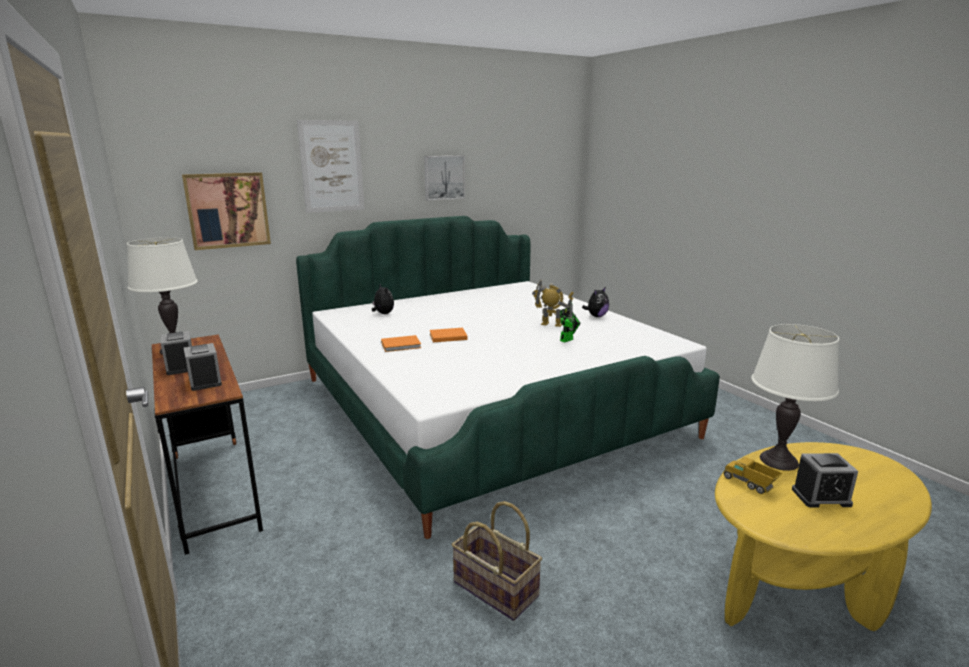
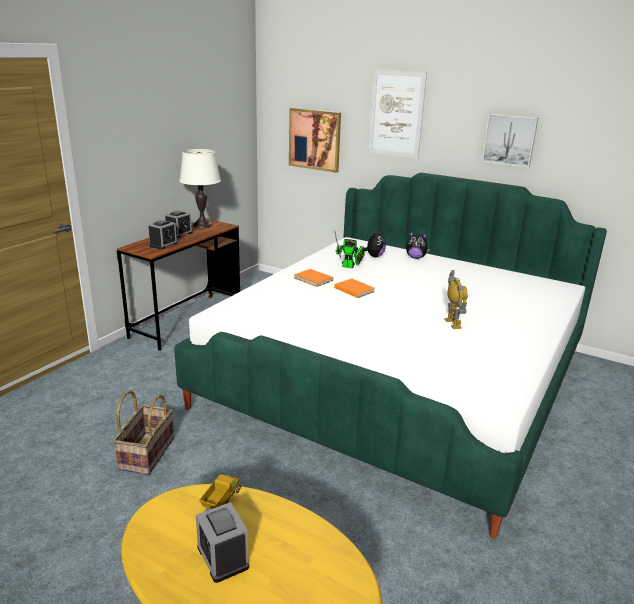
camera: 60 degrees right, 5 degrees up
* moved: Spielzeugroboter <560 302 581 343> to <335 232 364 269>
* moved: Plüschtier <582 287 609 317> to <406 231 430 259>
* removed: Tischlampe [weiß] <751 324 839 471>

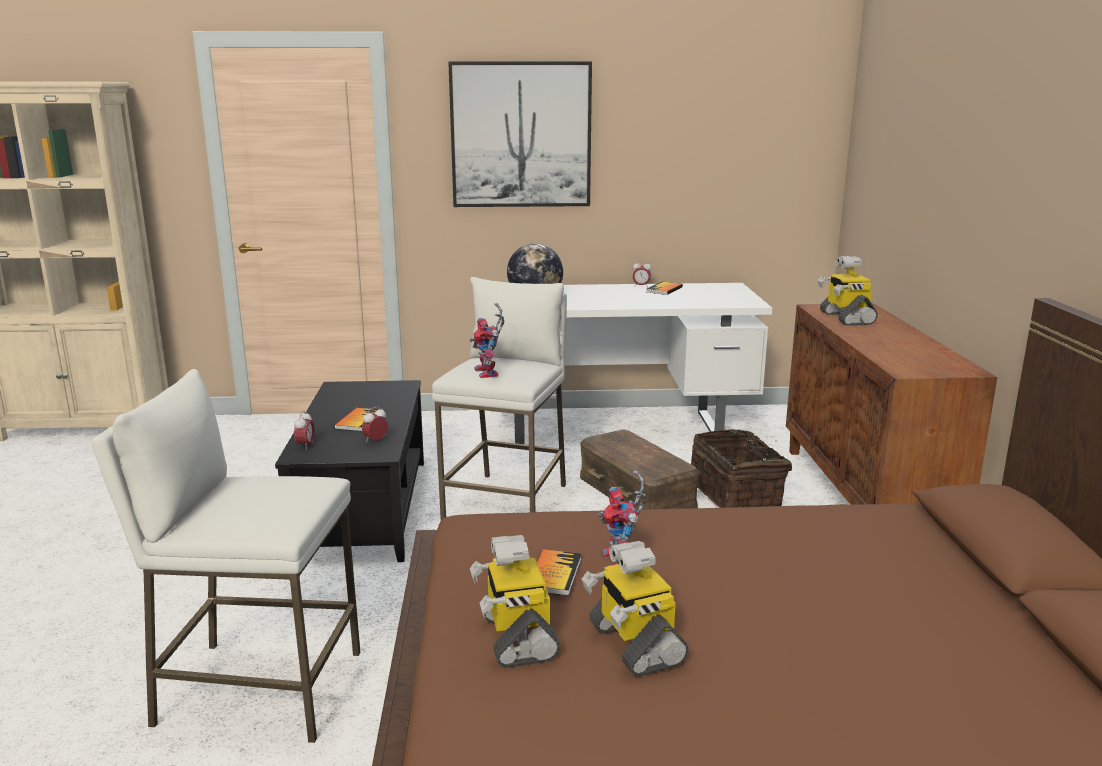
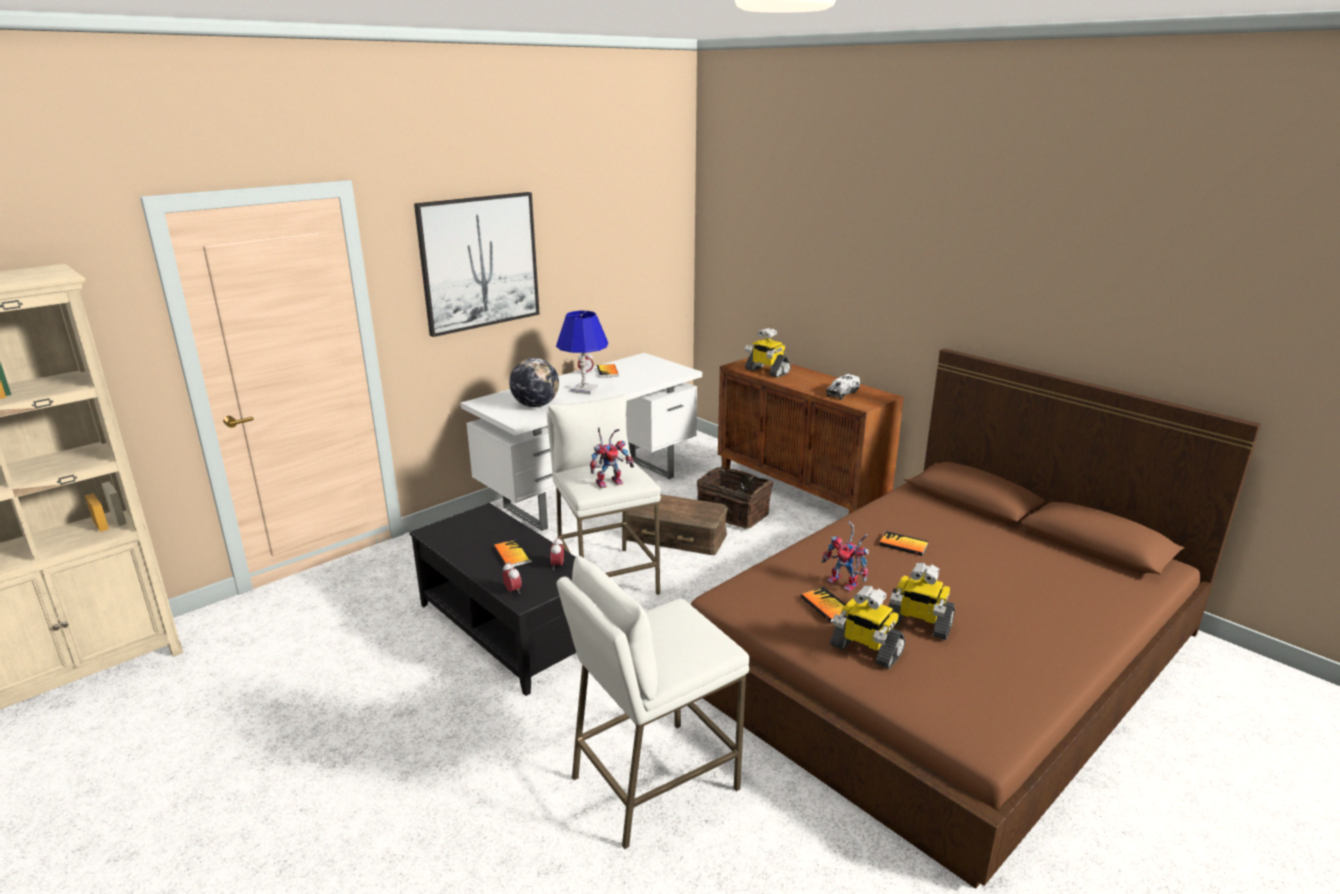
camera: 40 degrees left, 5 degrees up
* turned: Spielzeugroboter <470 303 504 378> = <590 427 634 488> 60 degrees counterclockwise
* added: Tischlampe [blau] <556 311 608 394>
* added: Spielzeuglaster <826 374 860 400>
* added: Buch <879 531 929 556>

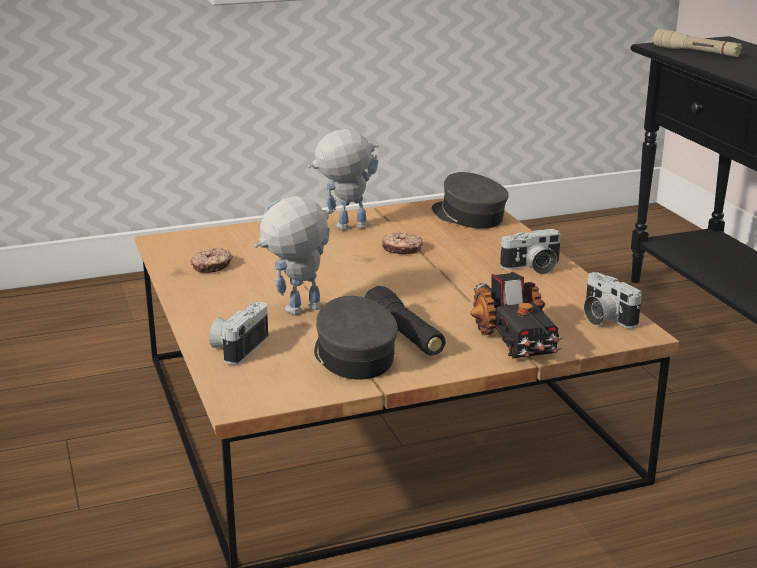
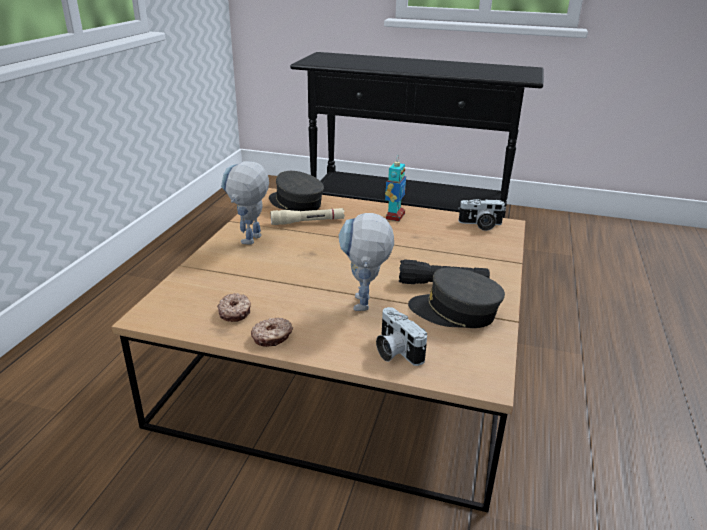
camera: 55 degrees left, 5 degrees up
* moved: Donut <381 232 423 254> to <251 318 293 347>
* turned: Kappe [grau] <432 172 509 229> = <269 171 324 211> 45 degrees clockwise
* removed: Spielzeuglaster <470 272 563 358>
* replaced: Kamera <499 229 561 274> to Spielzeugroboter <385 156 406 221>
* moved: Taschenlampe [beige] <654 29 742 57> to <271 208 345 225>

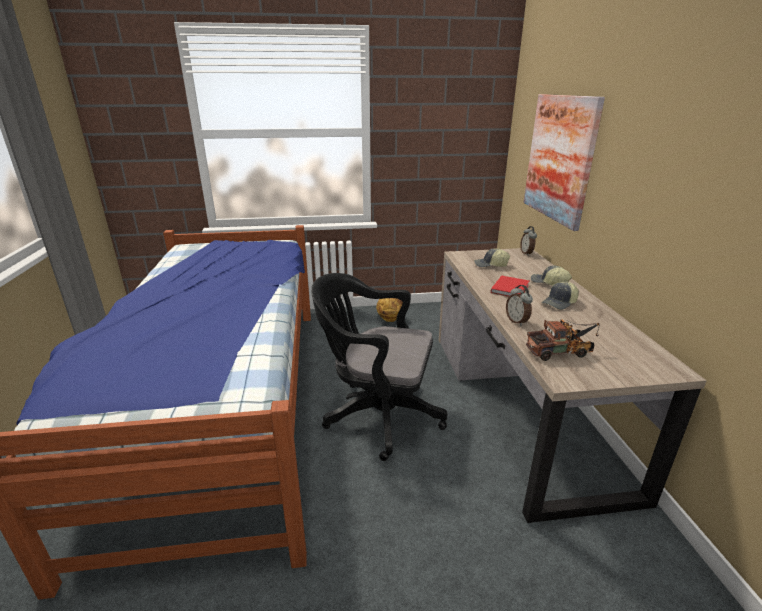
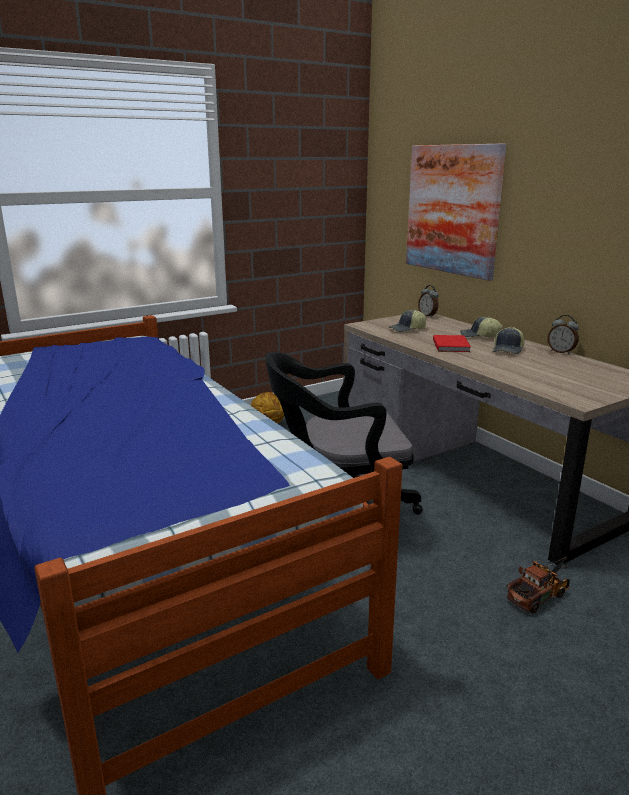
camera: 25 degrees left, 5 degrees down
* moved: Wecker <506 285 533 326> to <547 315 579 354>
* moved: Spielzeuglaster <526 319 600 361> to <506 556 570 613>

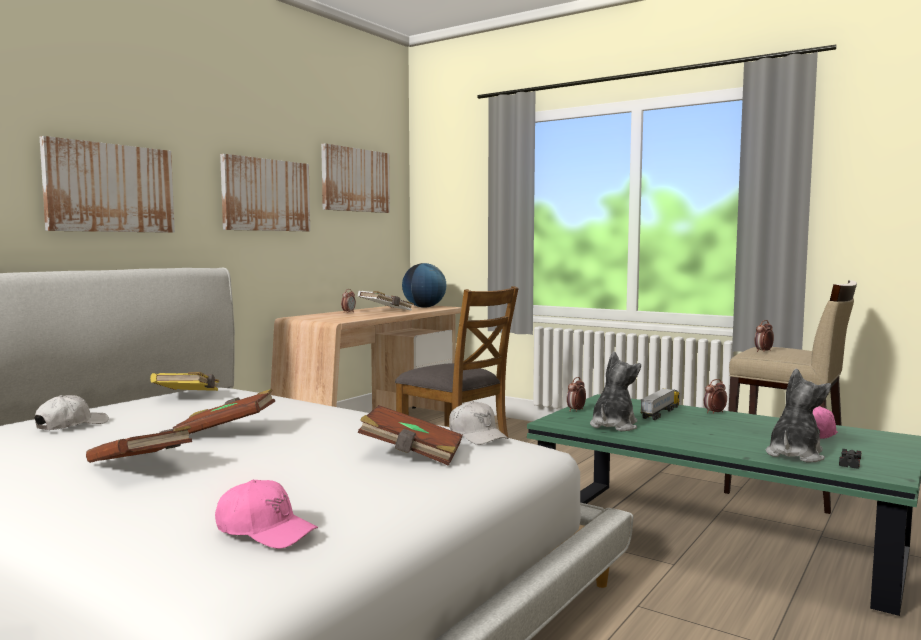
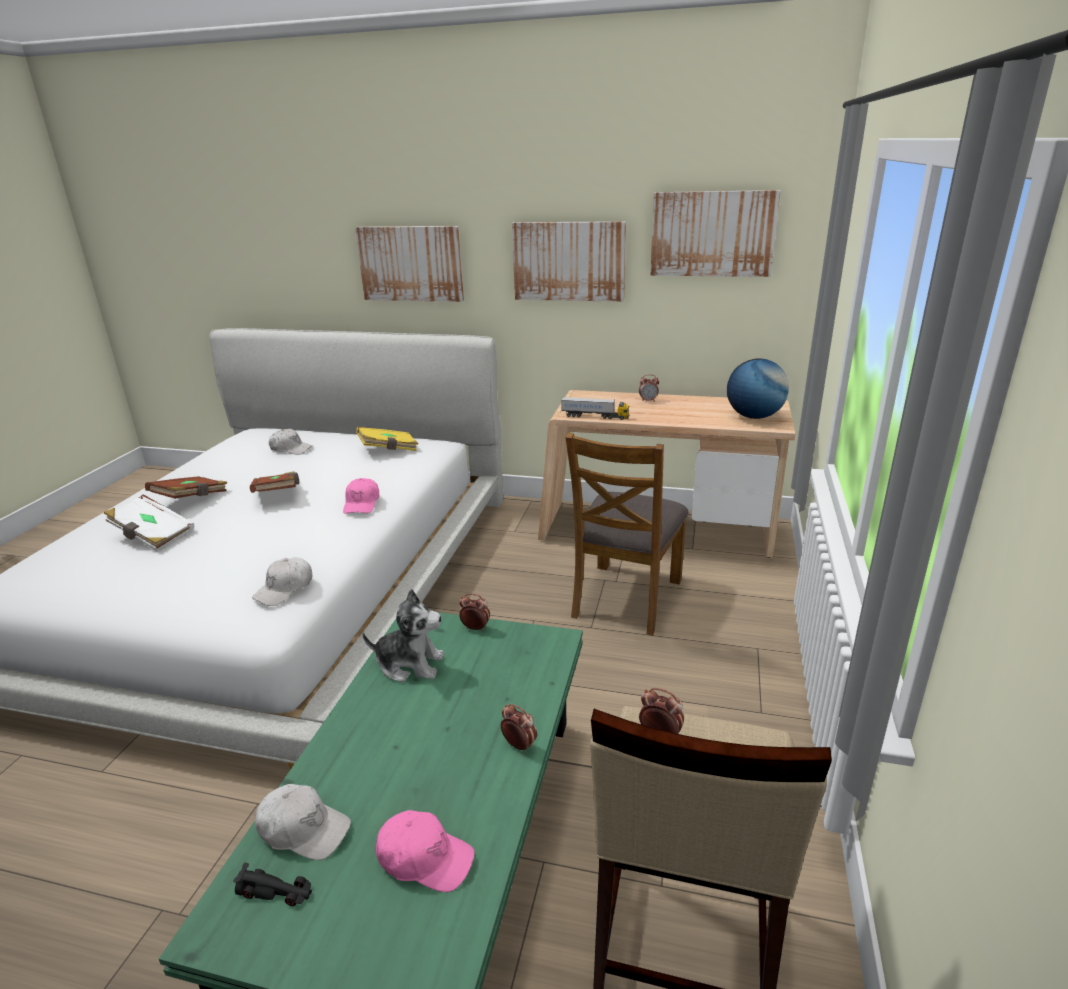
camera: 70 degrees right, 20 degrees up
* moved: Kappe [rosa] <215 480 318 549> to <343 478 379 514>
* moved: Buch [weiß] <358 291 414 311> to <104 494 194 551>
* removed: Buch [braun] <358 405 462 466>
* moved: Spielzeuglaster <641 388 680 420> to <561 397 629 420>
* replaced: Plüschtier <766 369 831 463> to Kappe [weiß] <255 784 351 860>

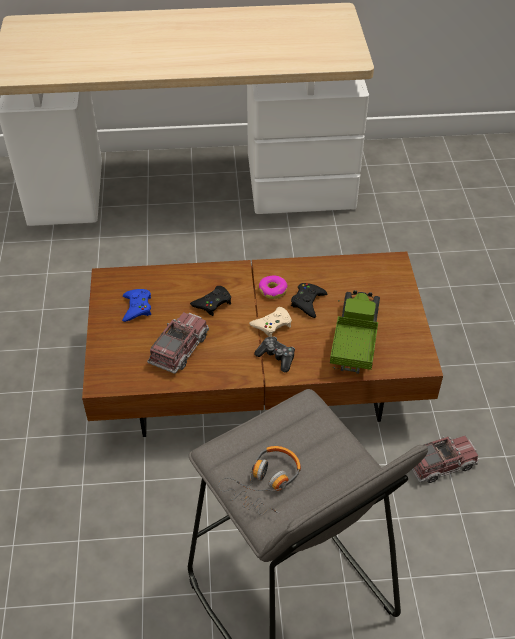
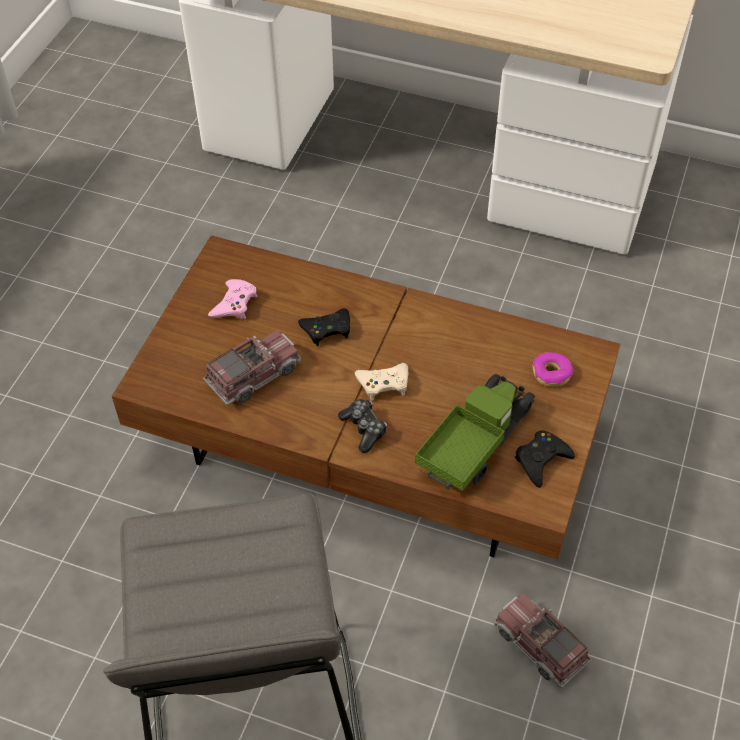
camera: 25 degrees right, 5 degrees up
* recoloured: Gamepad [blau] <122 289 151 322> to Gamepad [rosa] <208 279 257 319>
* removed: Kopfhörer <218 446 301 515>
* moved: Donut <259 276 288 299> to <533 352 573 387>
* moved: Gamepad [schwarz] <291 283 327 318> to <515 430 575 488>
* turned: Spielzeuglaster <412 436 479 483> = <494 594 591 688> 135 degrees counterclockwise

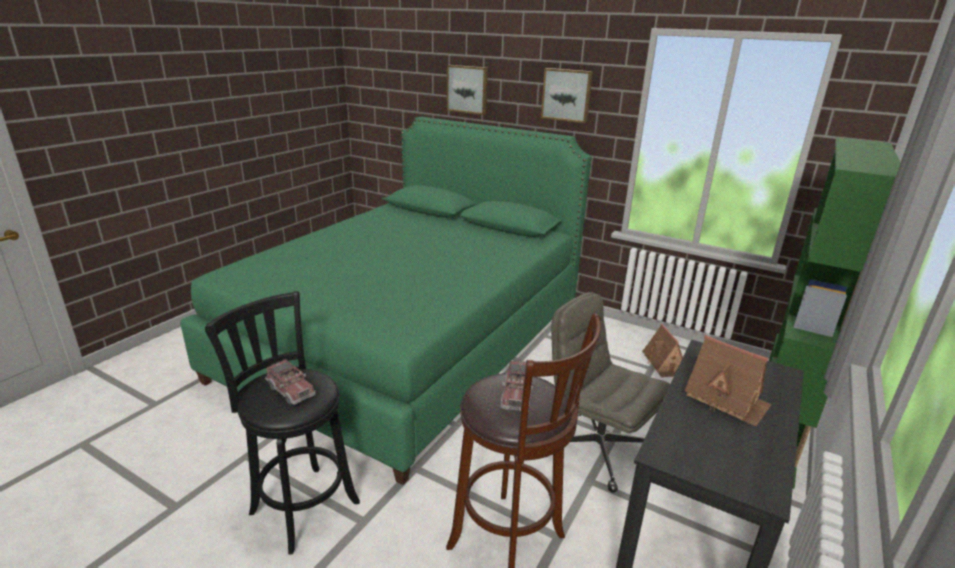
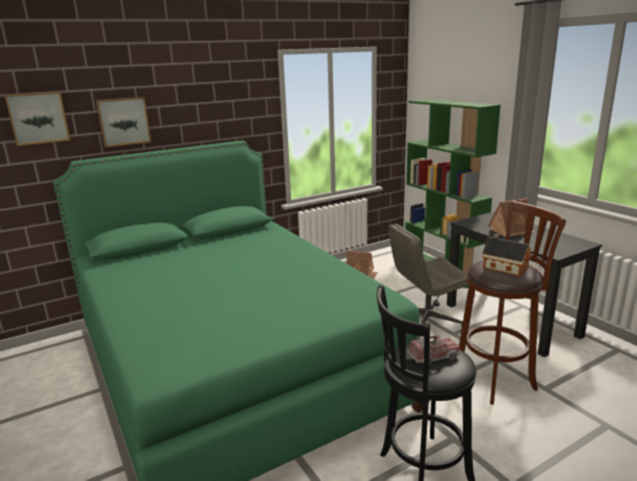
camera: 60 degrees left, 5 degrees down
* replaced: Spielzeuglaster <500 360 533 411> to Spielzeughaus <482 234 532 277>
* moved: Bild <541 68 593 123> to <5 91 70 146>

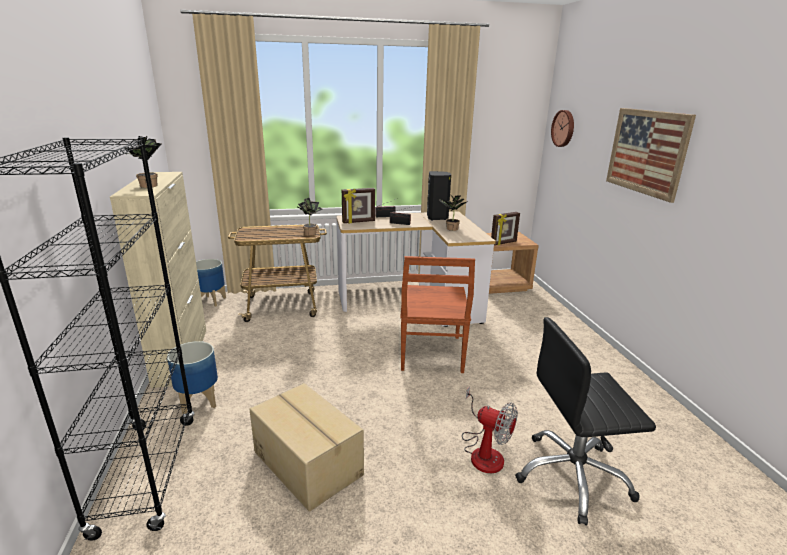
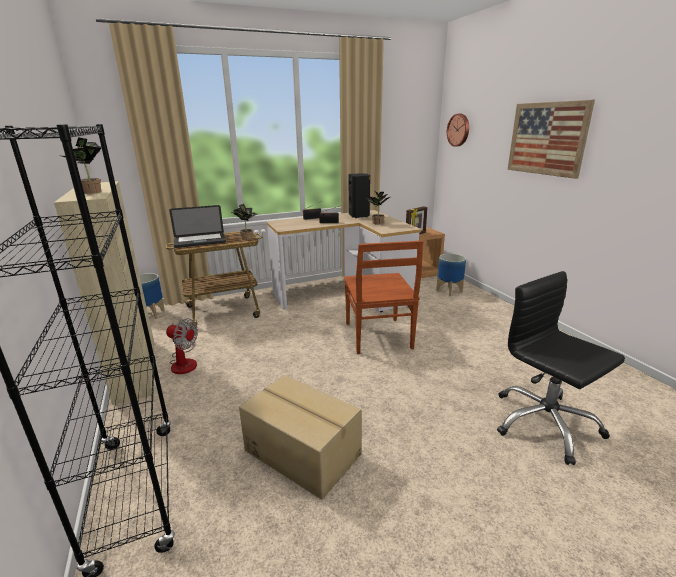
camera: 10 degrees left, 0 degrees up
* moved: Pflanzkübel <167 341 218 414> to <436 254 466 296>
* removed: Bilderrahmen <342 188 375 224>
* moved: Ventilator <462 386 518 473> to <166 318 198 374>
* turned: Bürostuhl [schwarz] <515 317 656 525> = <497 271 625 465> 75 degrees clockwise
* added: Laptop <169 205 226 248>

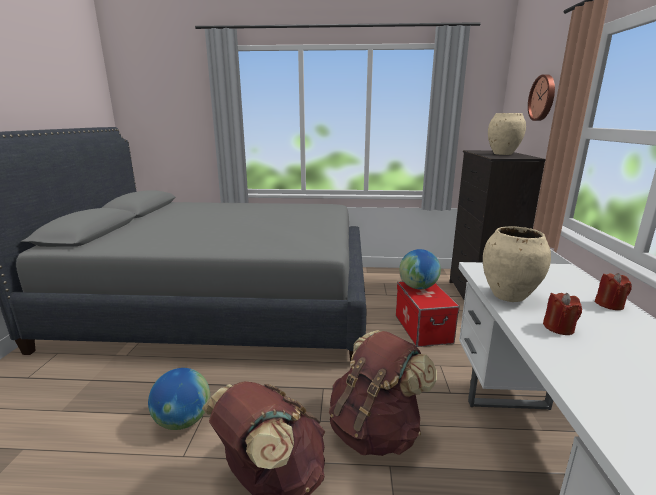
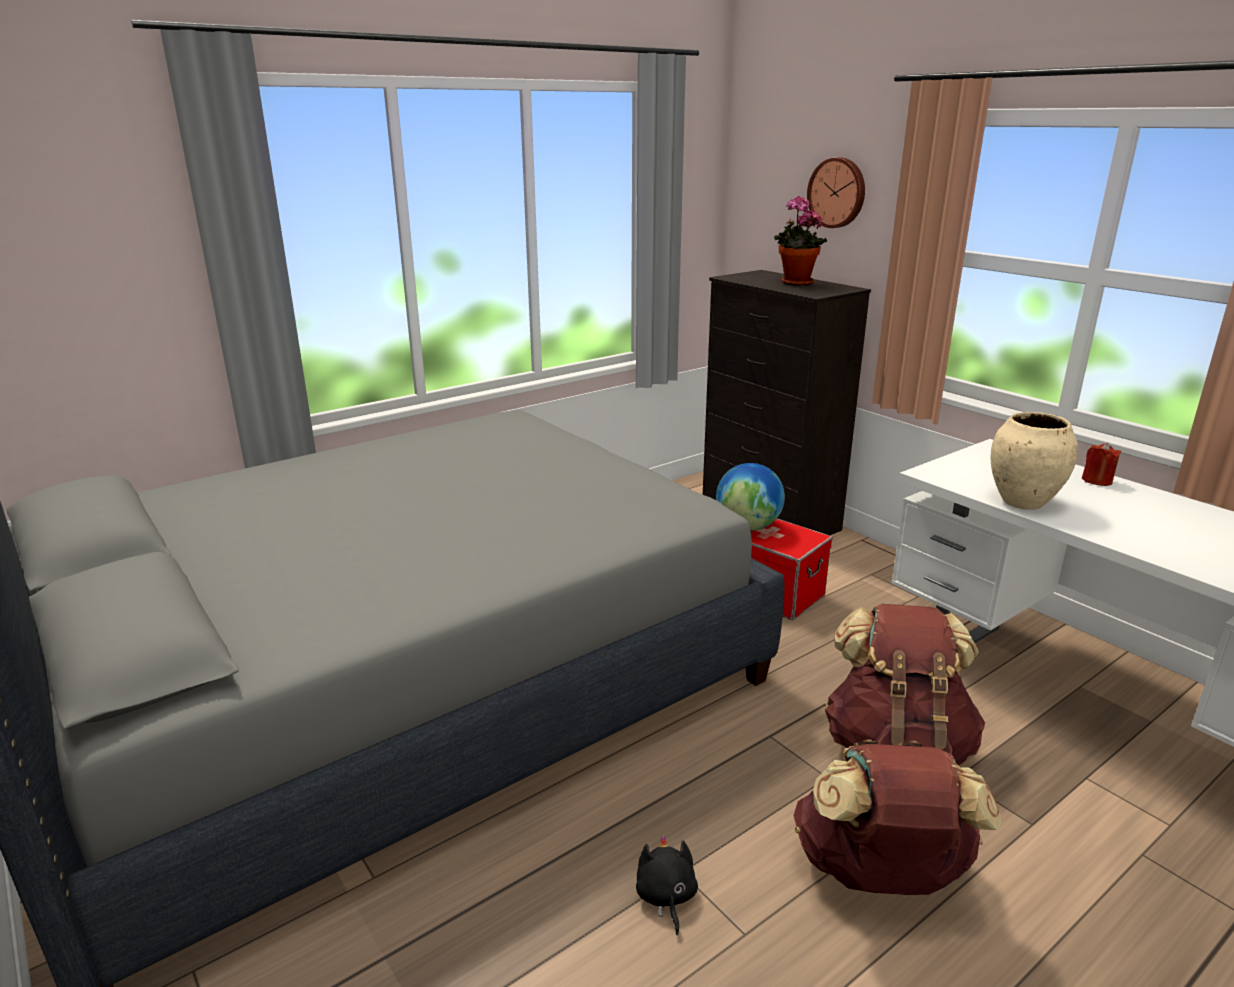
camera: 40 degrees left, 5 degrees up
* replaced: Globus <148 368 210 430> to Plüschtier [schwarz] <636 835 698 936>
* replaced: Vase [beige] <488 113 526 155> to Topfpflanze <774 196 827 286>
* removed: Kerze [rot] <543 293 582 335>

